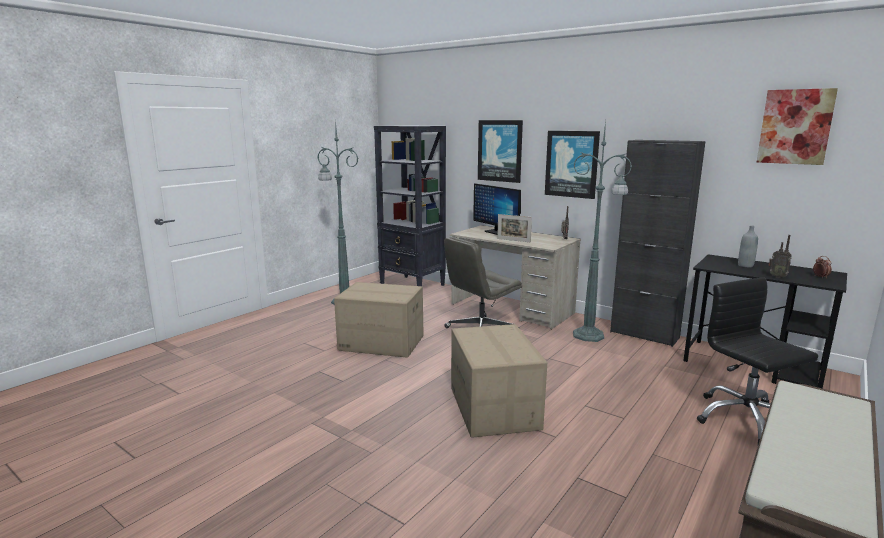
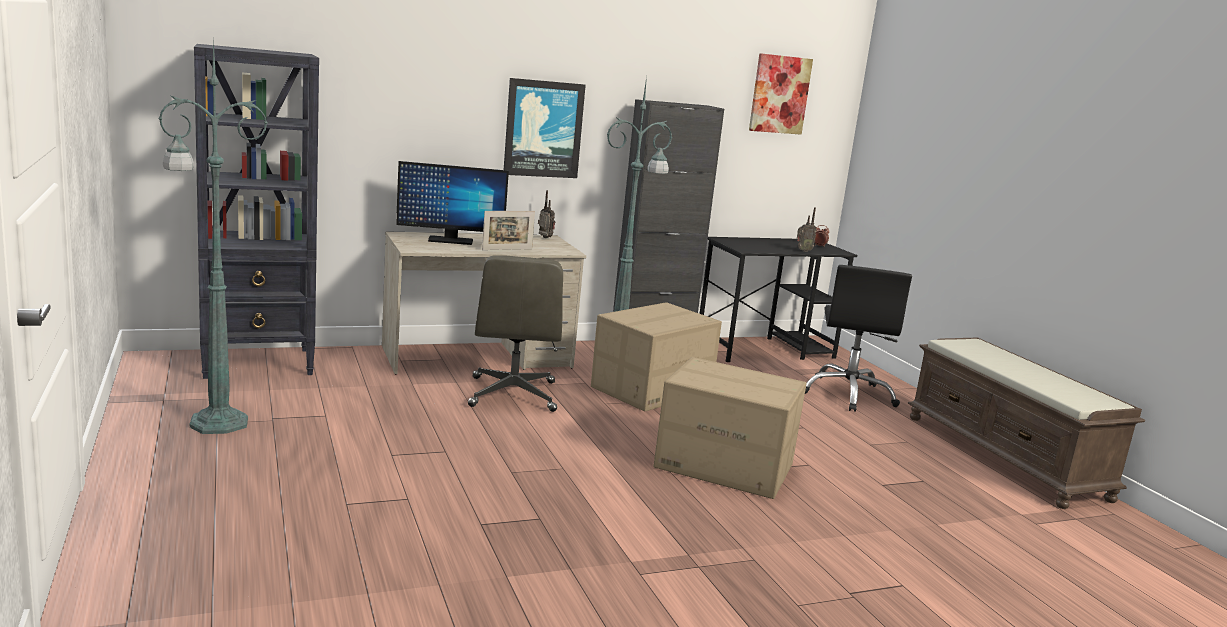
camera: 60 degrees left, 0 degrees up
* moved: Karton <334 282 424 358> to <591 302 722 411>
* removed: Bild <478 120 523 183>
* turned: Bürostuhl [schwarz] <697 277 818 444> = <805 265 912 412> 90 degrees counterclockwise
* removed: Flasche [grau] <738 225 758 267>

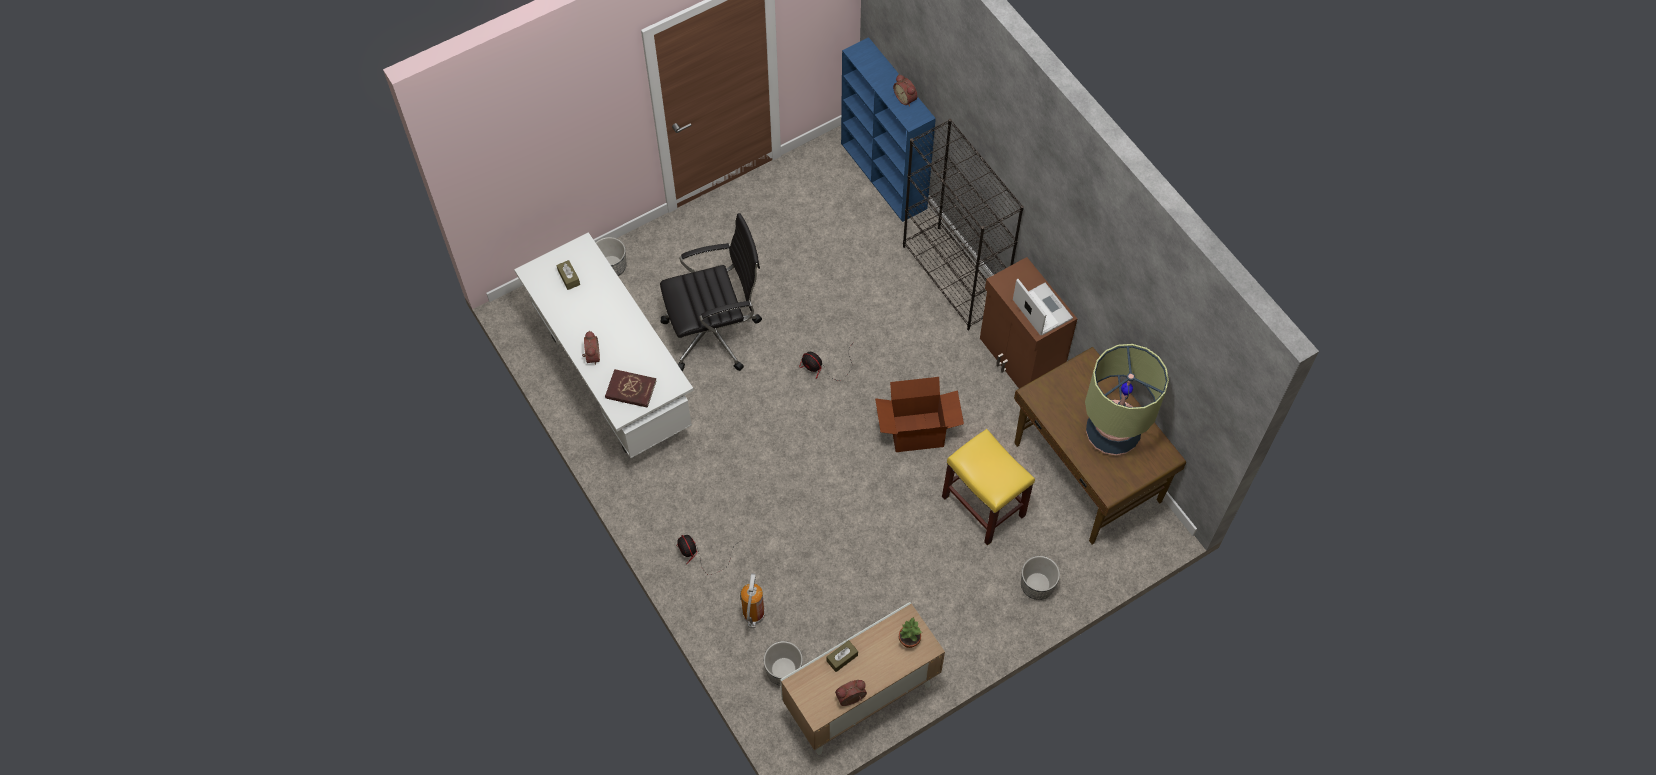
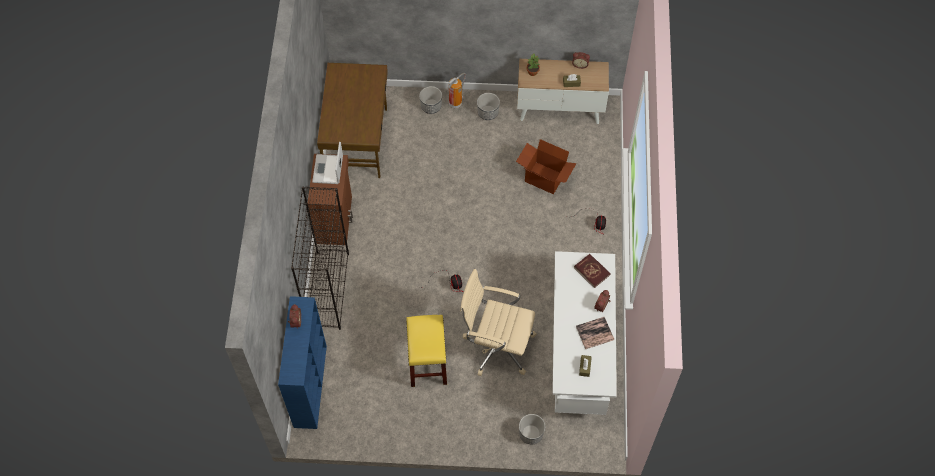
camera: 145 degrees left, 0 degrees up
* recoloured: Bürostuhl [schwarz] <660 213 762 371> to Bürostuhl [beige] <460 269 537 376>
* moved: Feuerlöscher <740 573 765 629> to <448 73 466 108>
* moved: Pflanzkübel <764 641 803 686> to <477 93 500 120>
* moved: Karton <875 377 964 452> to <516 139 577 194>
* moved: Hocker [gelb] <942 429 1035 546> to <406 315 447 387>
* removed: Tischlampe <1085 344 1169 455>
* added: Buch <576 317 614 349>

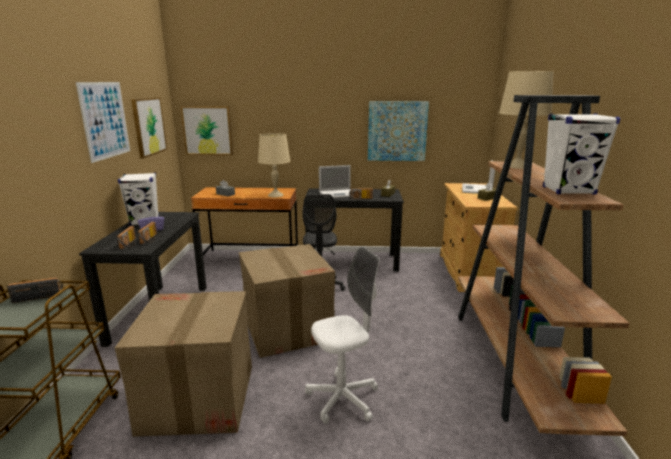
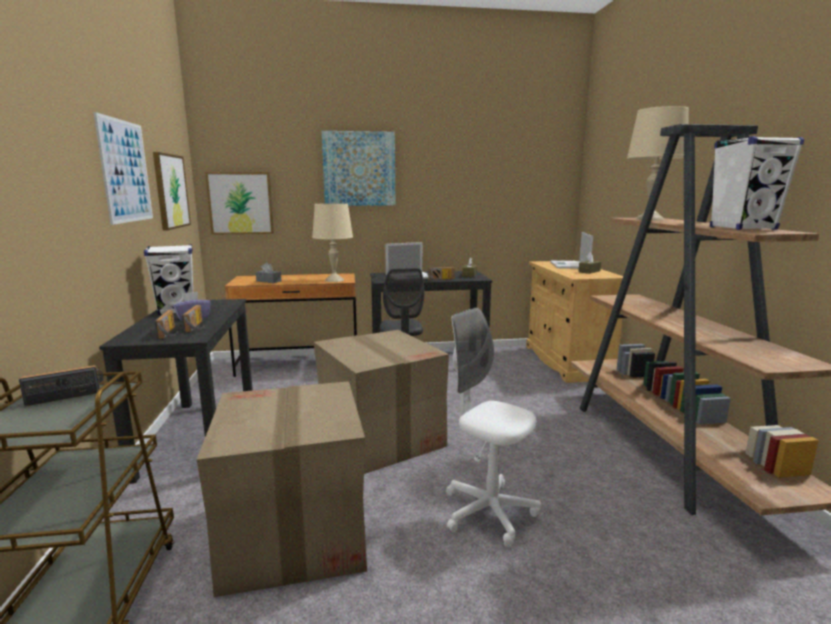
camera: 10 degrees left, 5 degrees down
* turned: Bürostuhl [weiß] <305 247 380 424> = <446 308 541 547> 105 degrees counterclockwise
* moved: Bild <368 101 429 161> to <322 131 395 206>

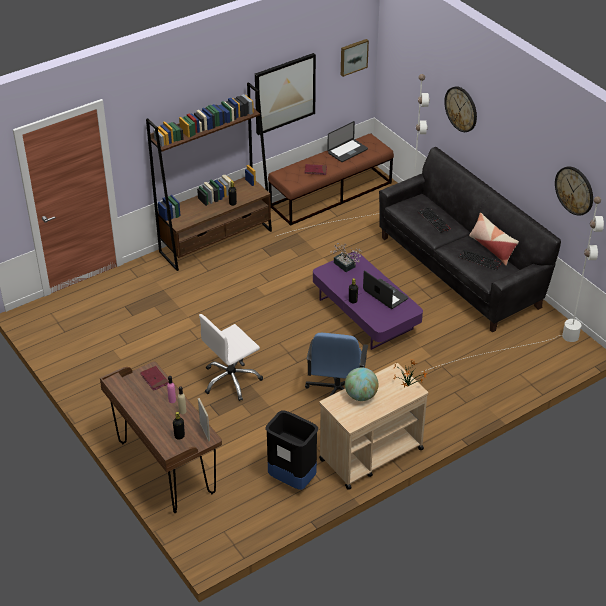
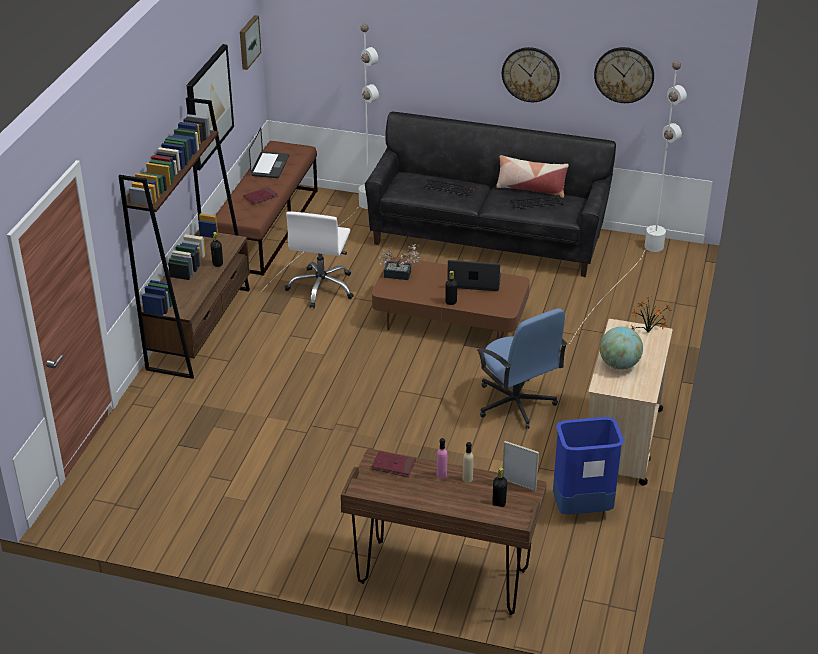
camera: 40 degrees left, 5 degrees down
* moved: Bürostuhl [weiß] <199 314 263 401> to <285 211 354 308>
* recoloured: Mülleimer [schwarz] <265 410 318 490> to Mülleimer [blau] <553 417 624 514>
* recoloured: Couchtisch [lila] <313 252 423 350> to Couchtisch [braun] <372 257 530 339>
* moved: Wanduhr <444 86 477 132> to <502 47 560 102>

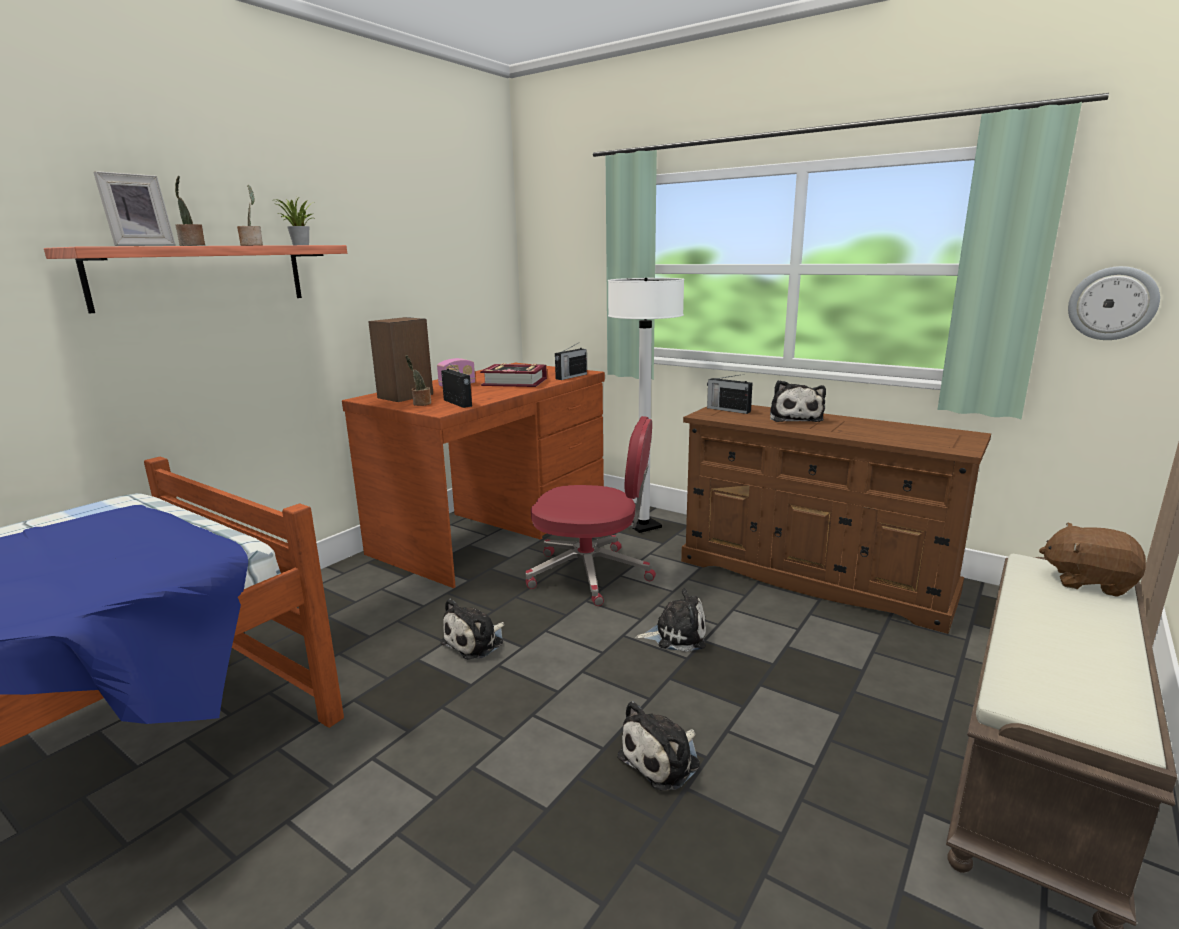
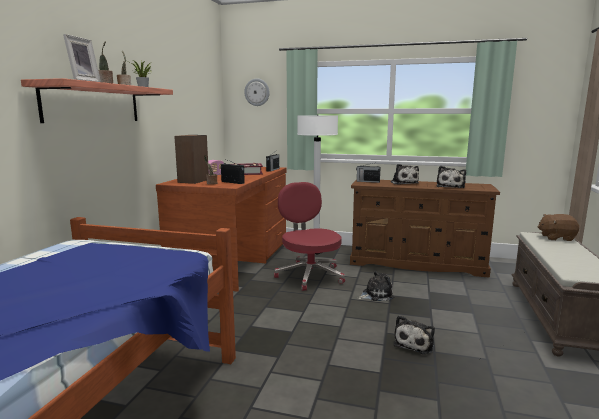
camera: 20 degrees left, 5 degrees down
* moved: Plüschtier <440 598 505 660> to <437 166 466 188>
* turned: Bürostuhl [rot] <525 416 656 606> = <274 182 345 291> 105 degrees counterclockwise
* moved: Wanduhr <1068 266 1160 340> to <244 78 270 106>

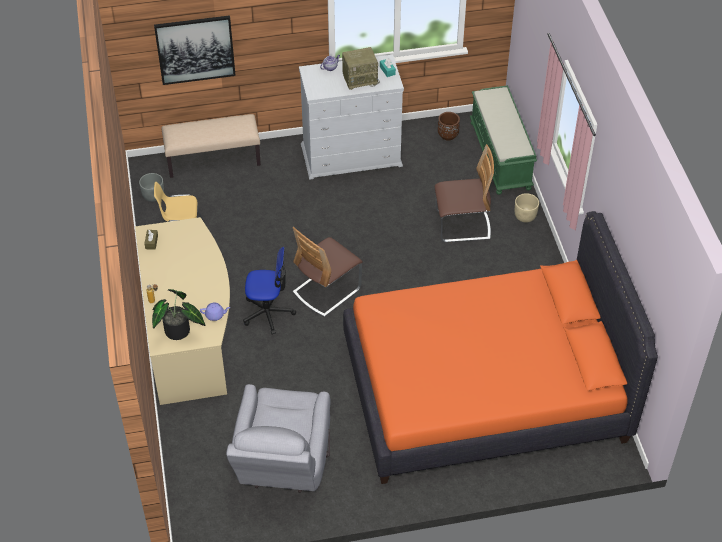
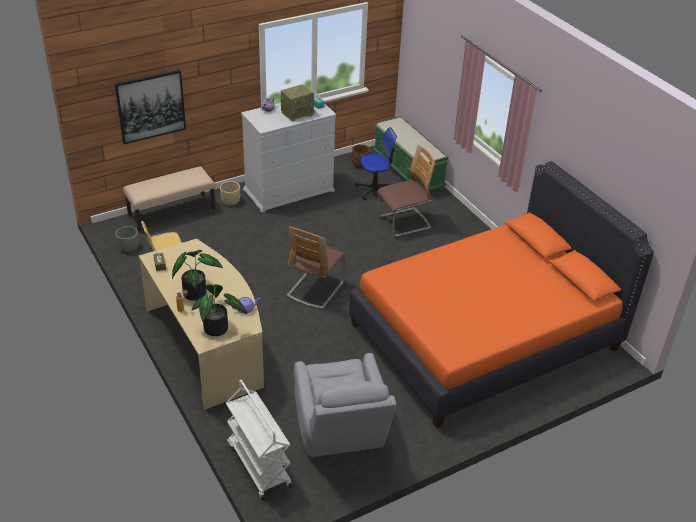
camera: 20 degrees left, 10 degrees down
* moved: Bürostuhl <243 247 296 335> to <355 127 397 200>
* moved: Pflanzkübel [beige] <515 193 539 223> to <220 181 240 205>
* added: Topfpflanze <172 250 223 301>
* added: Rollwagen [weiß] <226 380 292 500>

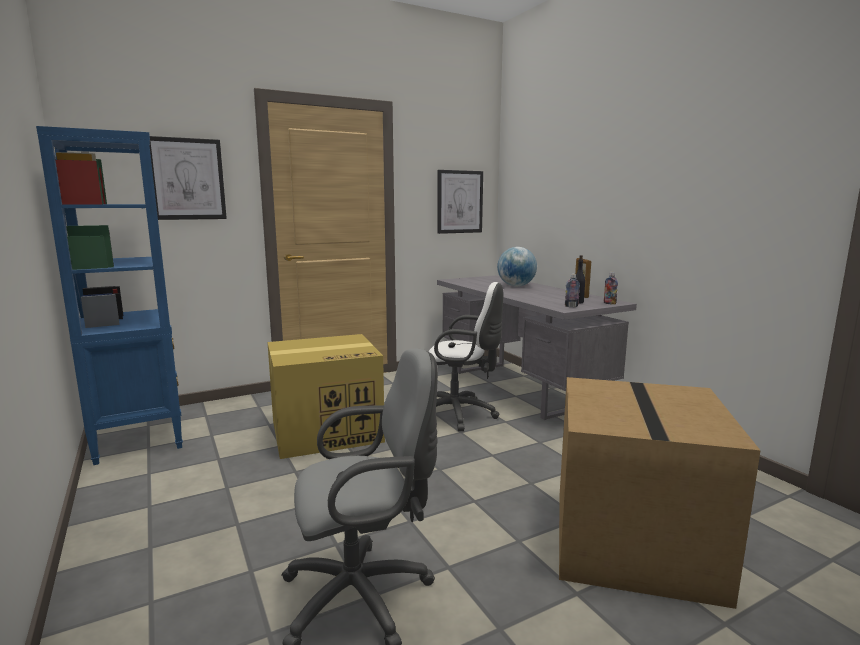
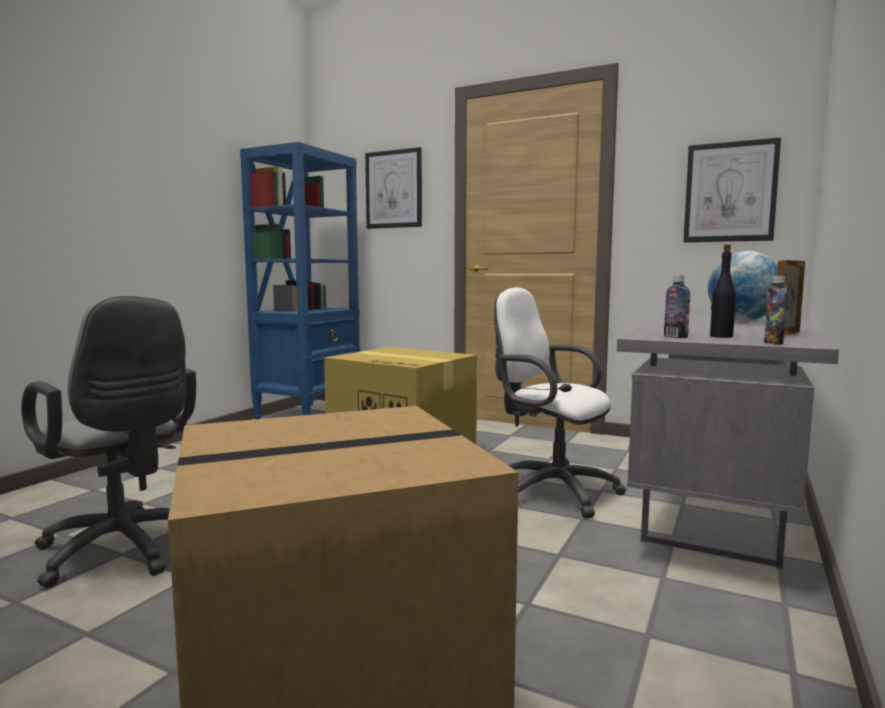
camera: 55 degrees right, 5 degrees down
* turned: Bürostuhl [weiß] <428 282 503 431> = <494 287 626 518> 150 degrees clockwise

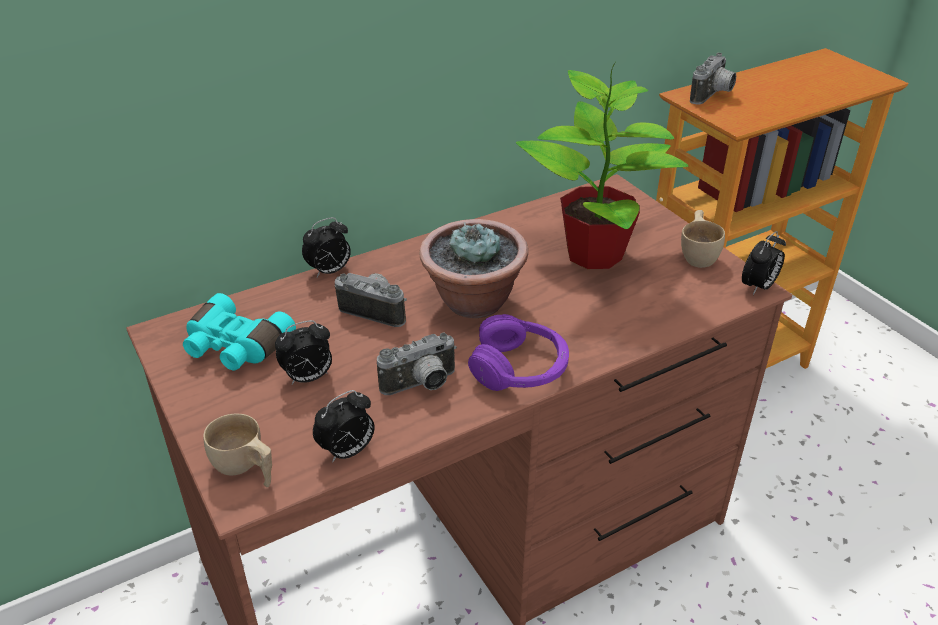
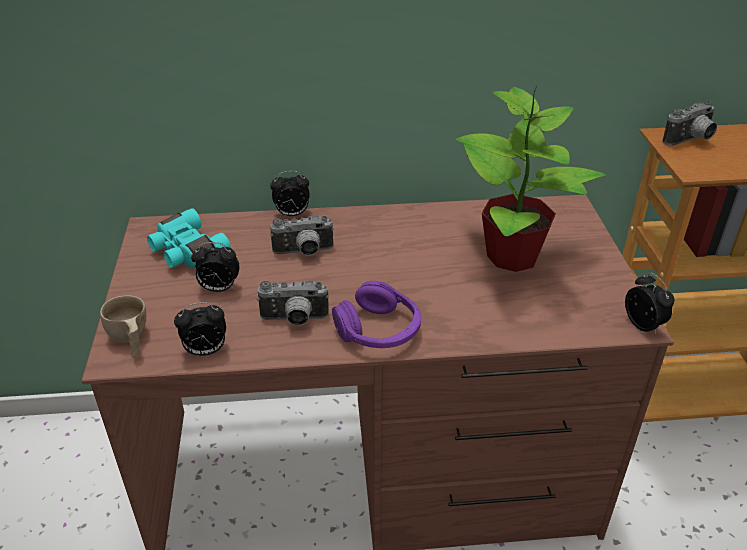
camera: 25 degrees right, 0 degrees up
* turned: Kamera <335 273 407 327> = <270 216 334 256> 120 degrees clockwise
* removed: Topfpflanze <419 219 528 318>
* removed: Tasse [beige] <681 210 725 268>
* turned: Wecker <742 231 786 295> = <625 273 675 335> 90 degrees counterclockwise

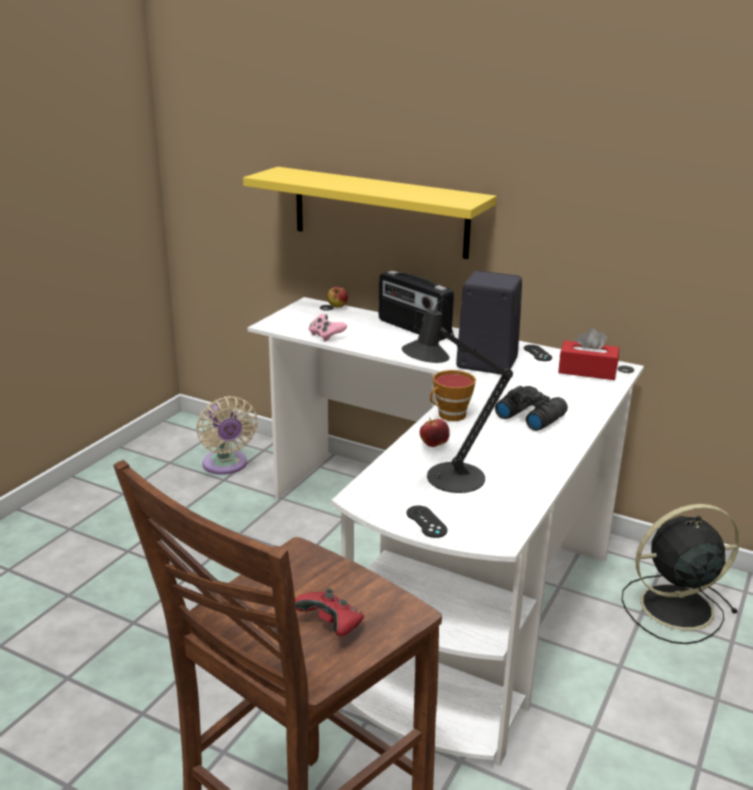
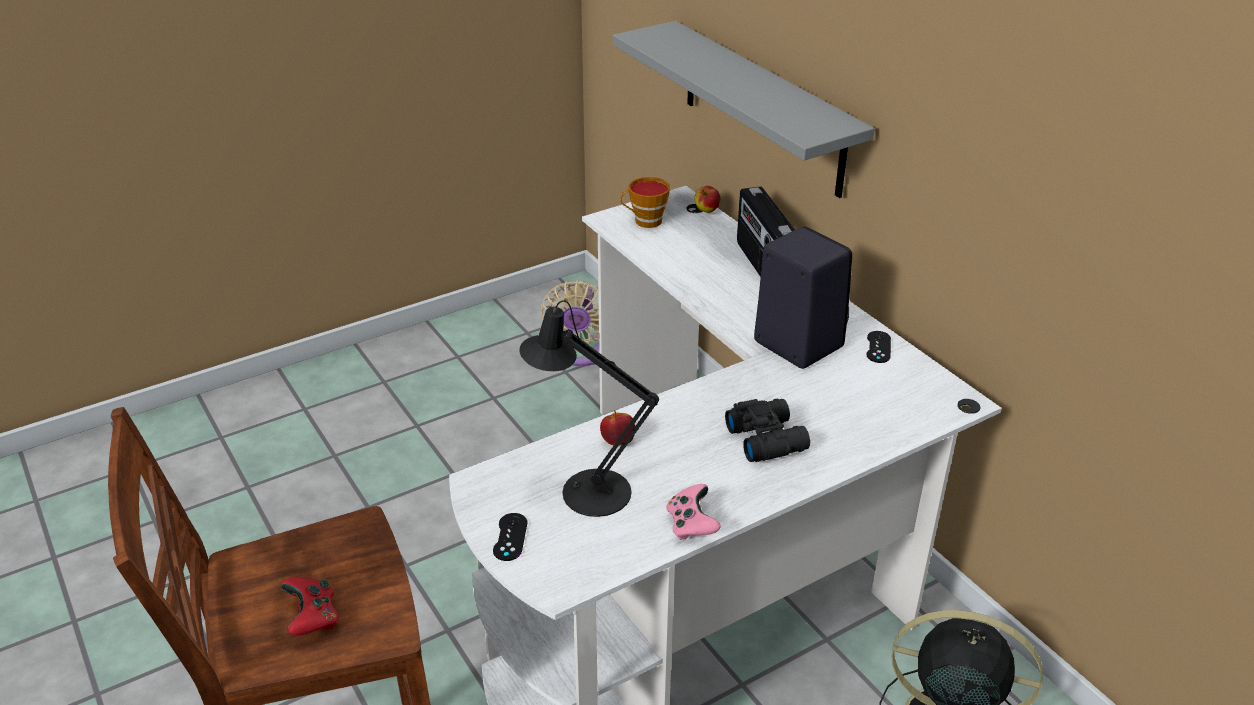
camera: 30 degrees right, 10 degrees up
* recoloured: Wandregal [gelb] <243 167 497 259> to Wandregal [grau] <613 21 875 198>
* moved: Gamepad [rosa] <308 314 347 342> to <666 484 721 540>
* moved: Tasse <430 370 476 421> to <620 177 670 228>
* removed: Taschentuchbox [rot] <558 328 619 380>

